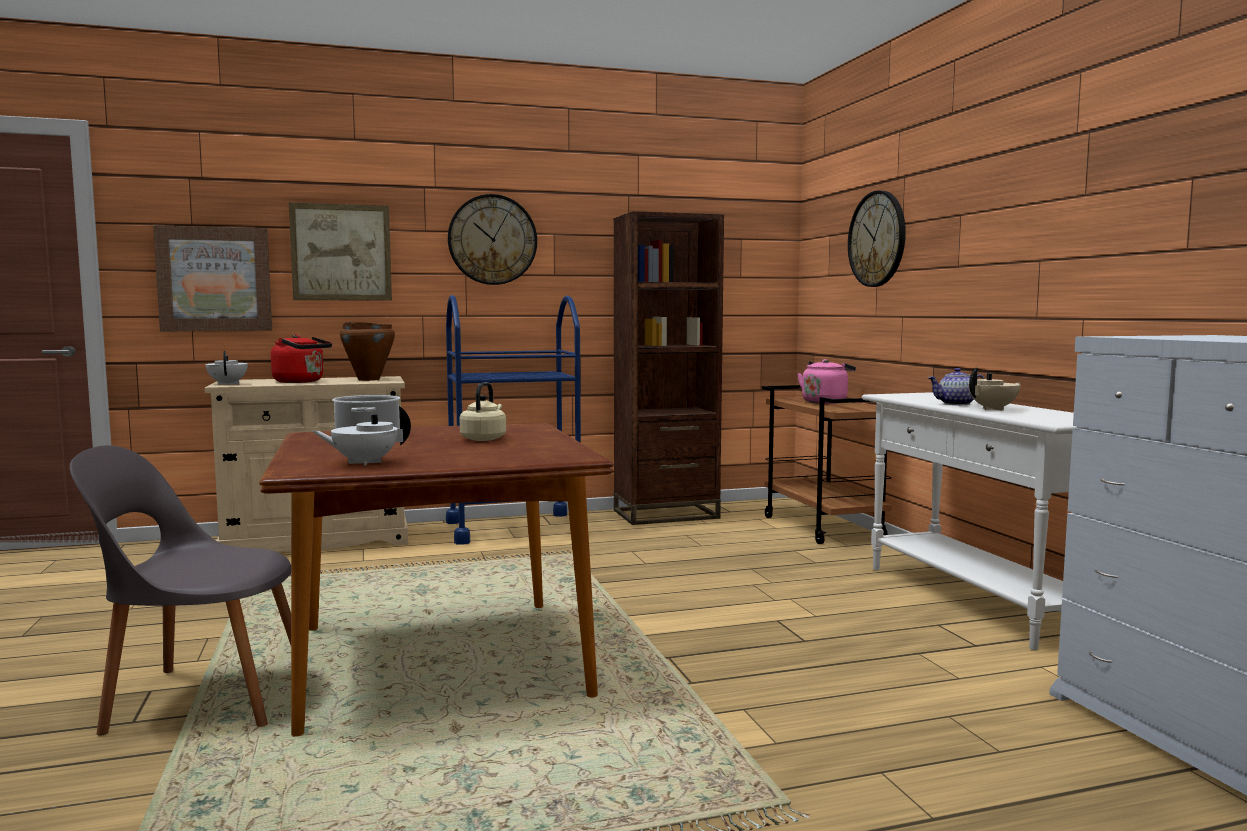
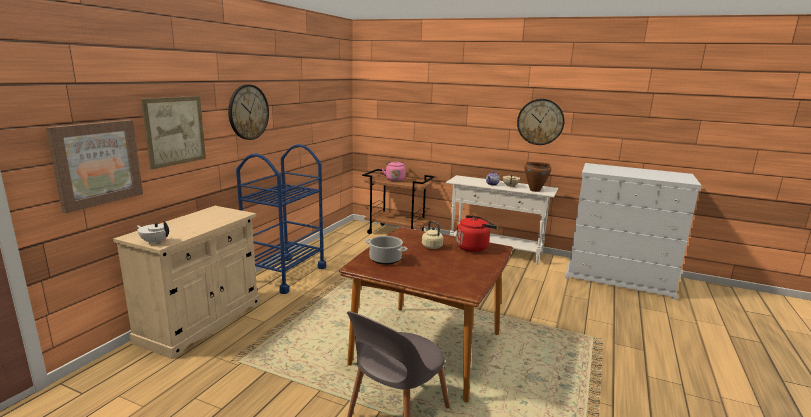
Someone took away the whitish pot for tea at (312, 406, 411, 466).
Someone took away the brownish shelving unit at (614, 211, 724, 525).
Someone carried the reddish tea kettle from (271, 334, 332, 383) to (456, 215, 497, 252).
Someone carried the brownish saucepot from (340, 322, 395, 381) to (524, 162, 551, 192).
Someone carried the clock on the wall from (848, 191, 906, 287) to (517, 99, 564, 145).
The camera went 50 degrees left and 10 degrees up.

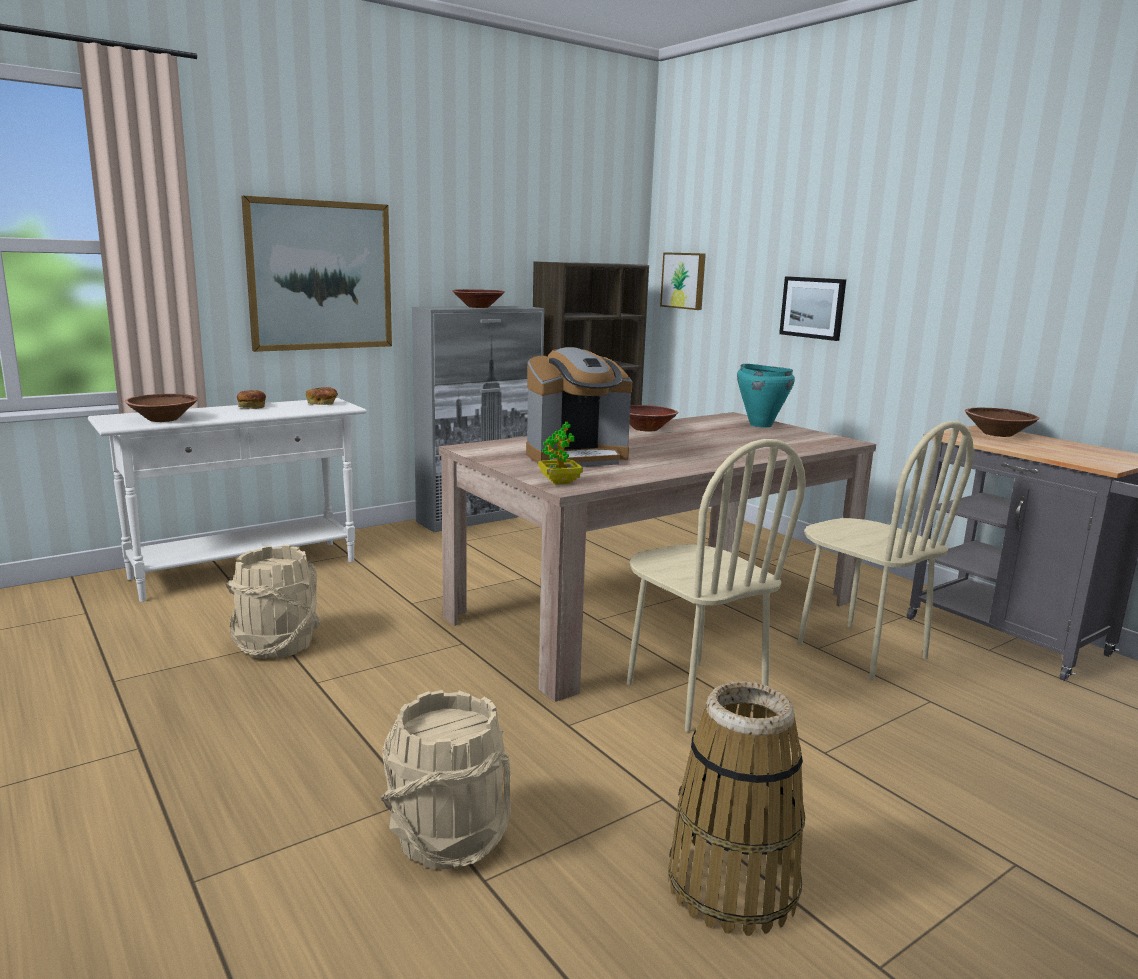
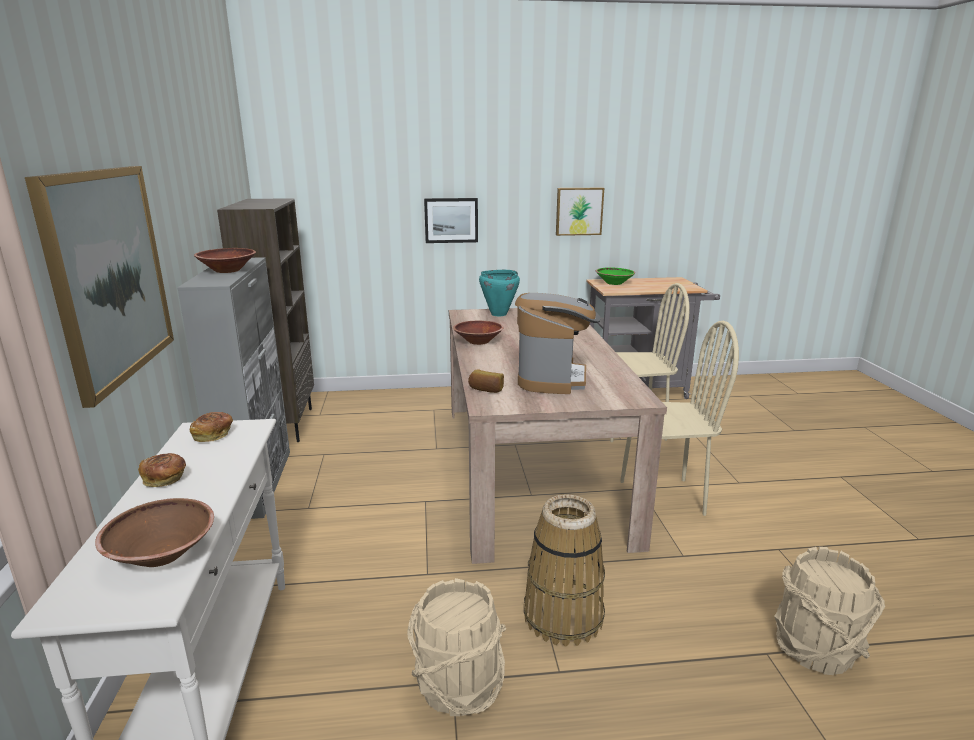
Someone took away the plant in a pot at (538, 422, 583, 485).
Someone put down the baked bread at (468, 369, 504, 393).
Someone carried the wall art from (660, 252, 706, 310) to (556, 188, 604, 236).
Someone carried the household basket from (668, 682, 805, 936) to (524, 494, 605, 646).
Someone repainted the brownish deep dish at (965, 408, 1040, 437), which became the green-coloured deep dish at (596, 267, 635, 285).
The camera went 60 degrees left and 5 degrees up.

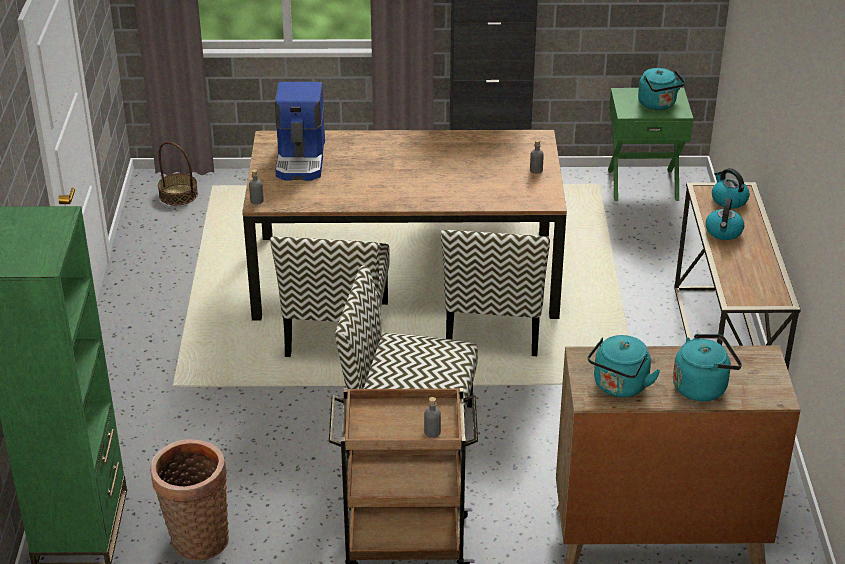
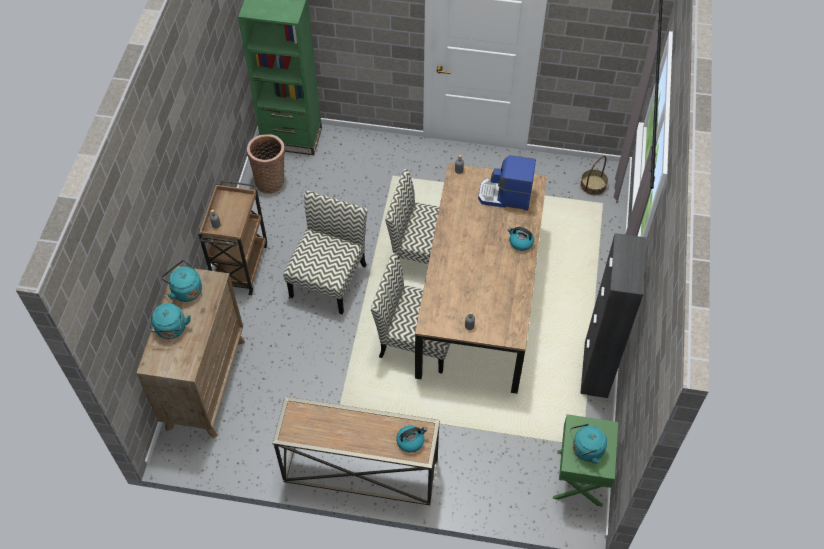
Someone carried the tea kettle from (706, 198, 744, 240) to (508, 227, 534, 251).
The camera went 100 degrees right and 20 degrees up.

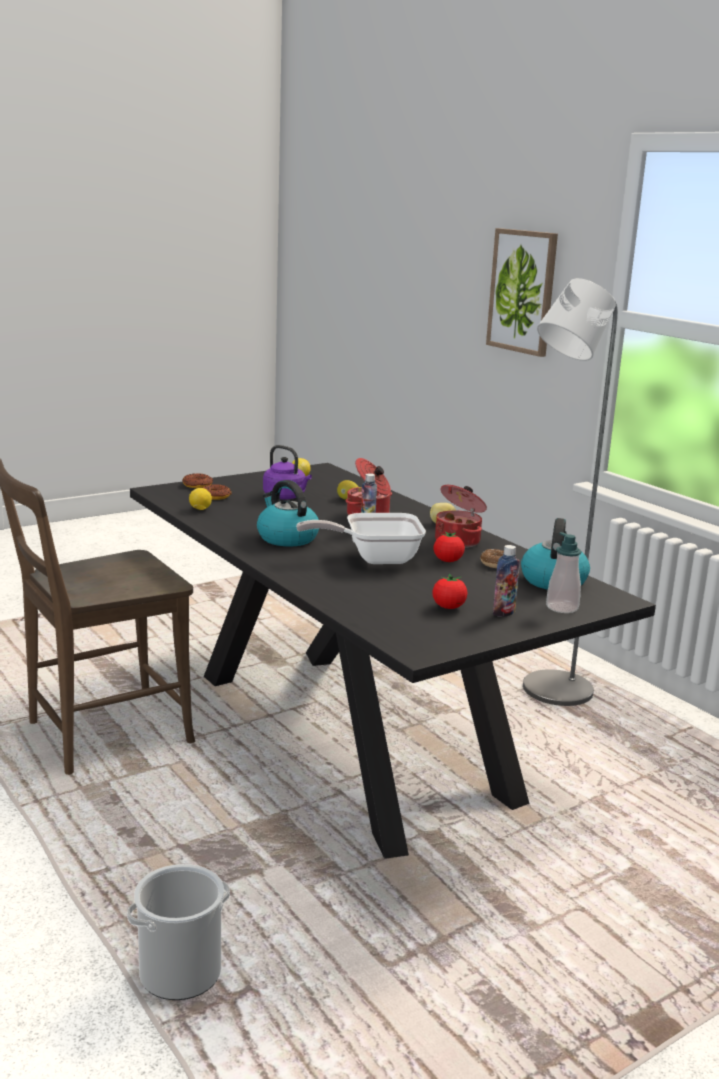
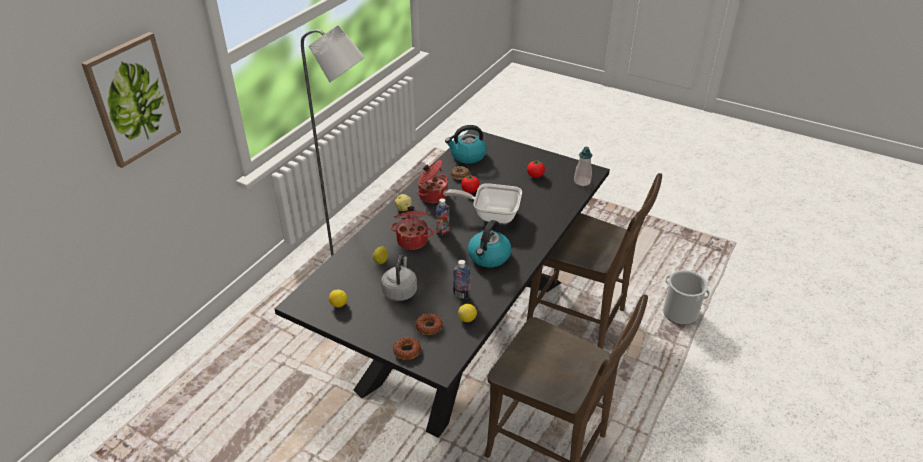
Someone put down the brownish plain chair at (527, 173, 662, 349).
Someone carried the bottle from (493, 545, 520, 617) to (453, 260, 471, 299).
Someone carried the soap dispenser from (546, 532, 581, 613) to (574, 147, 592, 186).
Someone repainted the purple tea kettle at (263, 445, 312, 500), which became the grey tea kettle at (381, 255, 417, 301).
Someone rotated the frying pan at (296, 513, 426, 564) by 135 degrees clockwise.
The camera went 115 degrees left and 20 degrees up.

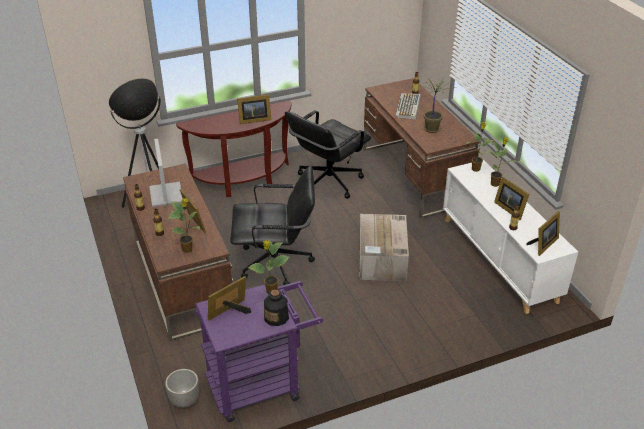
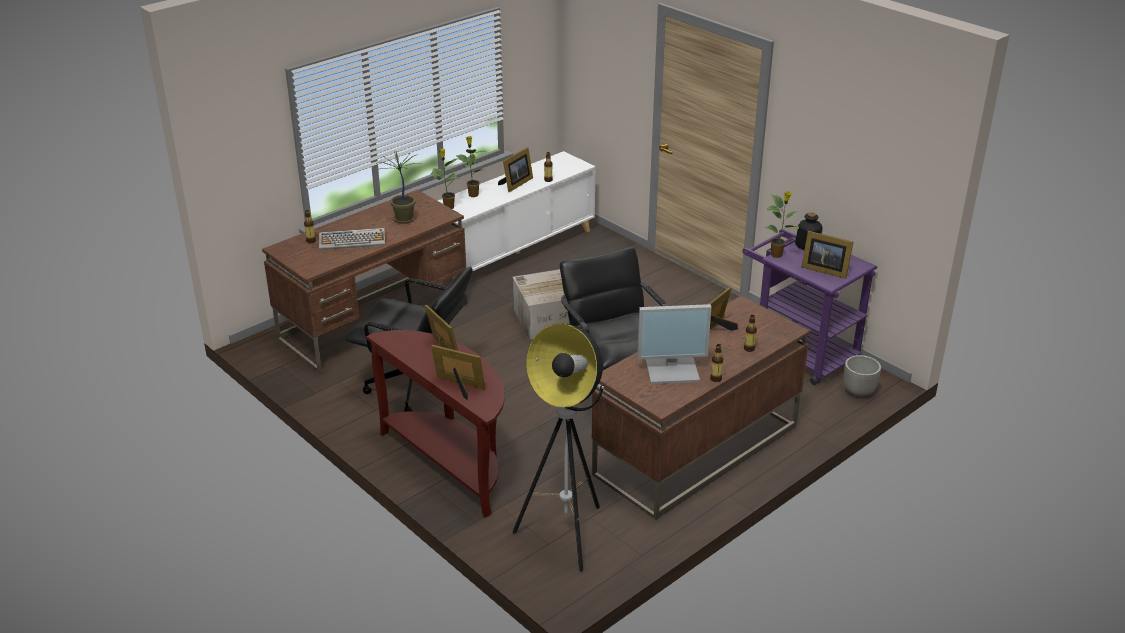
Someone took away the plant in a pot at (168, 198, 200, 253).
Someone carried the standing frame from (526, 211, 560, 256) to (431, 345, 485, 400).
Someone rotated the computer screen at (149, 139, 183, 207) by 150 degrees counterclockwise.
The camera went 110 degrees left and 5 degrees down.

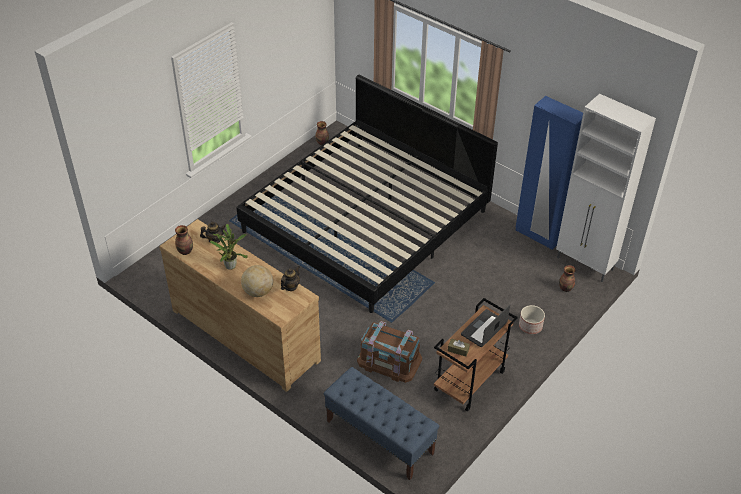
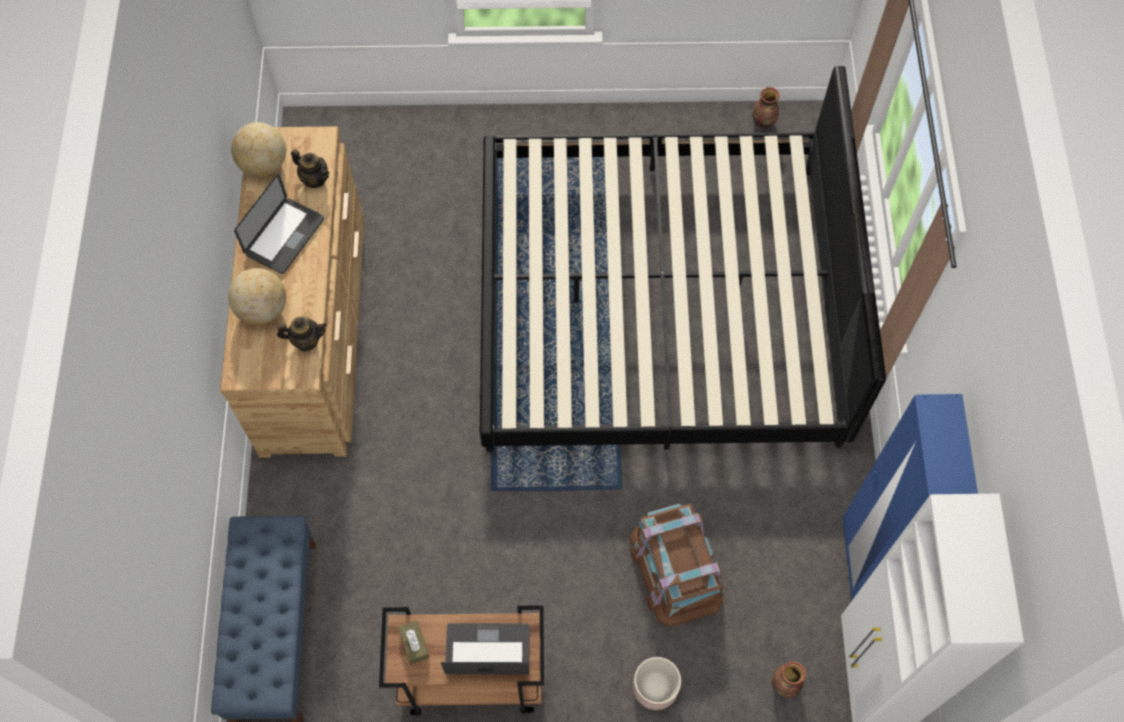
Someone carried the brownish storage container from (357, 321, 422, 383) to (630, 504, 724, 627).
Someone swapped the vase at (175, 225, 193, 255) for the world globe at (231, 122, 286, 177).
Someone swapped the plant in a pot at (210, 224, 248, 270) for the laptop at (234, 173, 324, 274).
The camera went 50 degrees right and 20 degrees up.

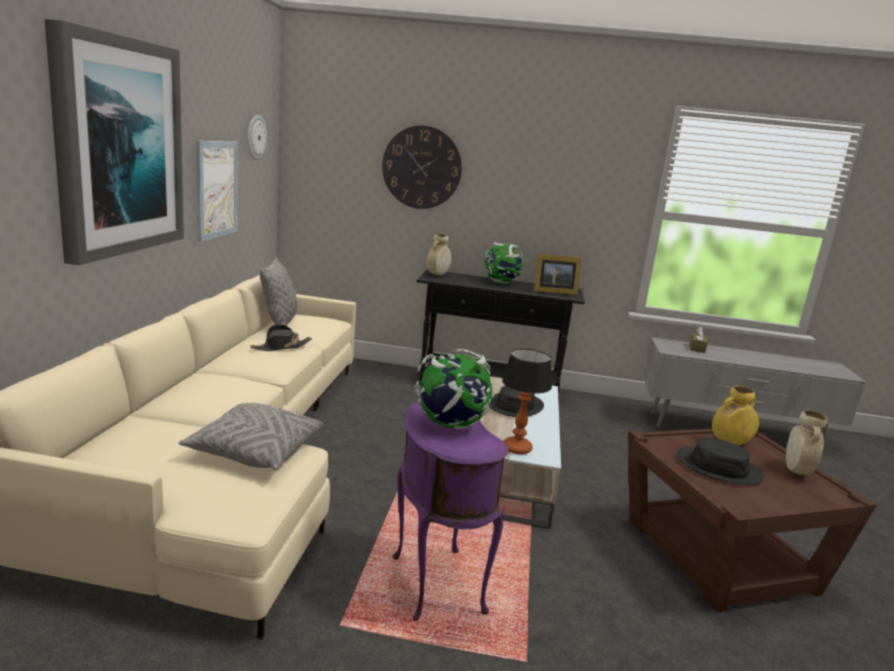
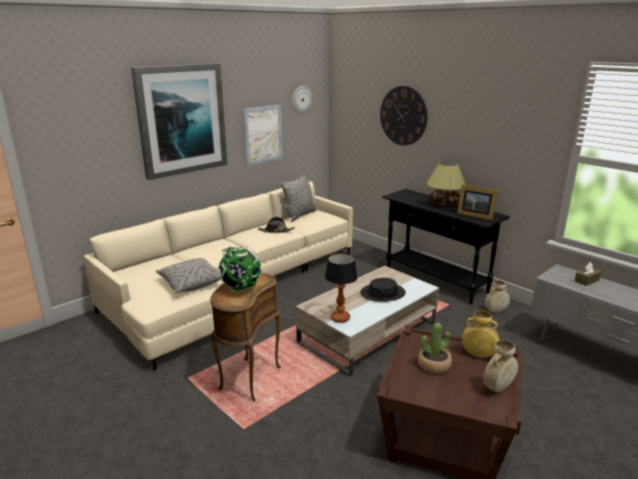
Someone carried the sand-coloured vase from (427, 234, 452, 275) to (485, 280, 510, 313).
Someone swapped the world globe at (484, 242, 523, 283) for the tabletop lamp at (427, 161, 466, 206).
Someone swapped the black-coloured hat at (677, 438, 764, 485) for the plant in a pot at (418, 323, 452, 374).
Someone repainted the purple accent table at (392, 400, 508, 621), which became the brownish accent table at (210, 273, 281, 401).
The camera went 40 degrees right and 5 degrees up.

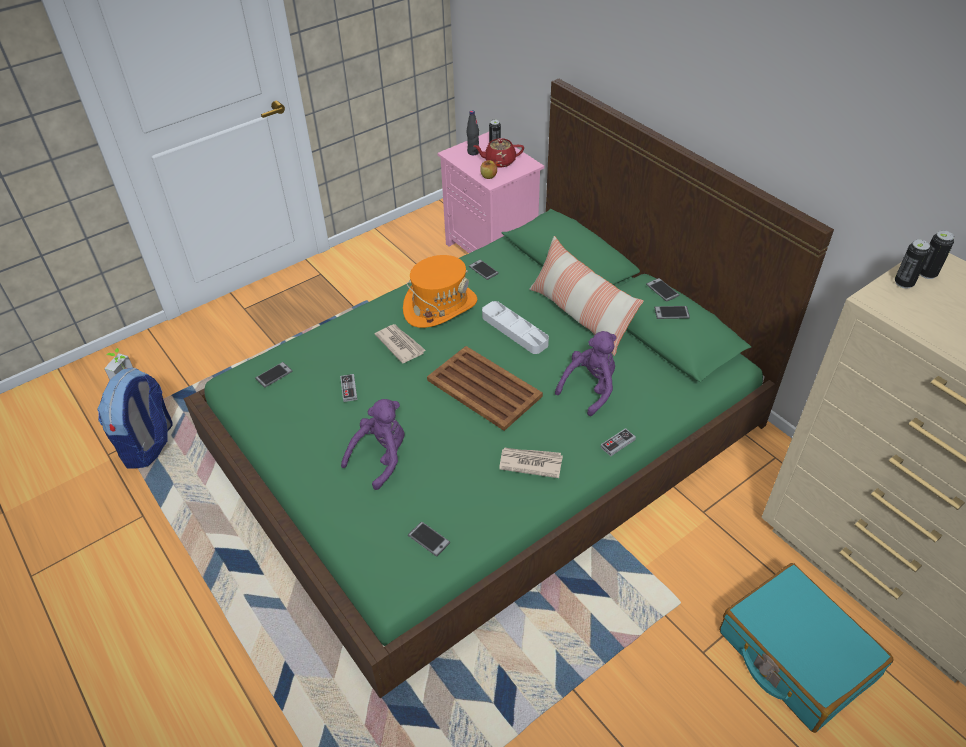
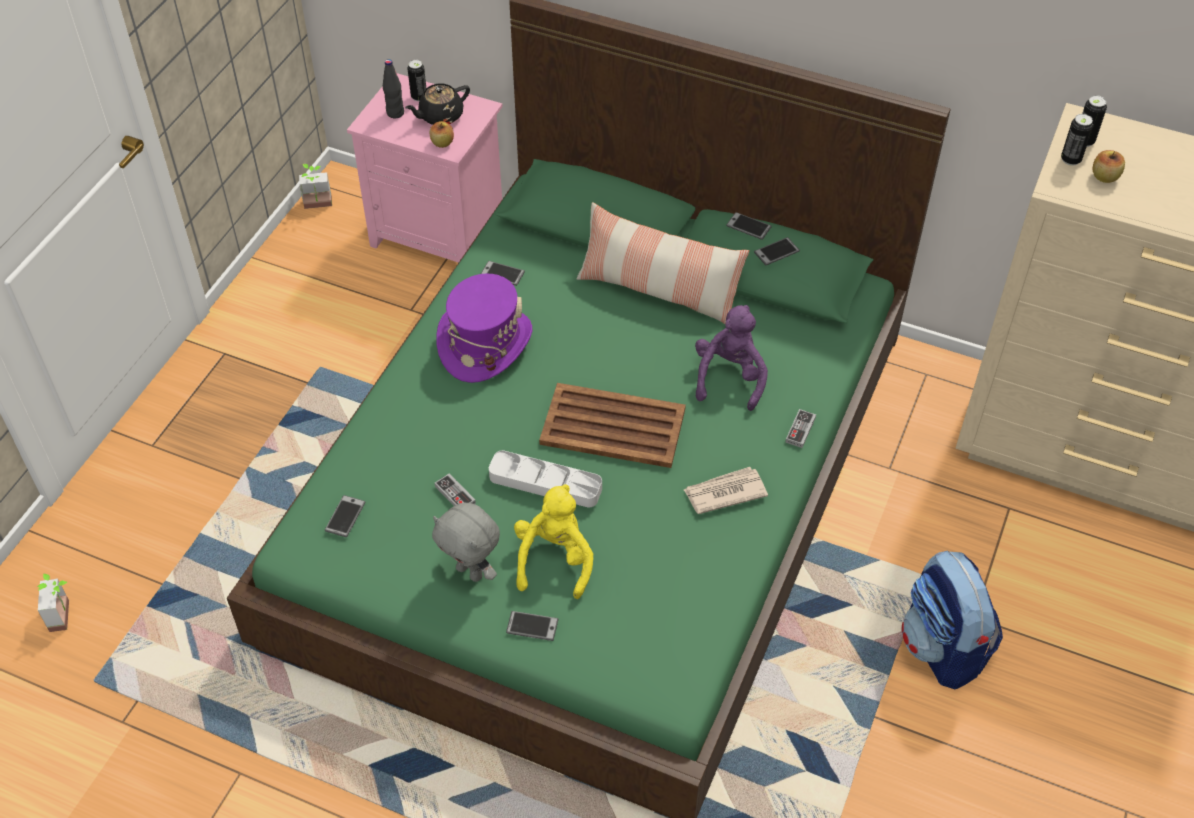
Someone took away the printed paper at (375, 324, 426, 364).
Someone took away the turquoise piece of luggage at (719, 563, 894, 733).
Someone put down the plant in a pot at (299, 164, 332, 209).
Someone put down the grey plush toy at (432, 503, 500, 582).
Someone put down the whole apple at (1093, 150, 1125, 183).
Someone carried the backpack from (97, 367, 173, 469) to (902, 550, 1003, 689).
Someone carried the telephone from (408, 522, 450, 557) to (506, 611, 558, 641).
Someone carried the grey carrying tray from (482, 301, 549, 354) to (489, 450, 602, 508).
Someone repainted the purple plush toy at (341, 399, 405, 490), which became the yellow plush toy at (514, 484, 593, 599).
Someone repainted the orange hat at (403, 255, 477, 328), which became the purple hat at (436, 274, 532, 383).
Someone repainted the reddish pot for tea at (474, 138, 524, 168), which became the black-coloured pot for tea at (405, 84, 470, 125).
The camera went 30 degrees left and 5 degrees up.

